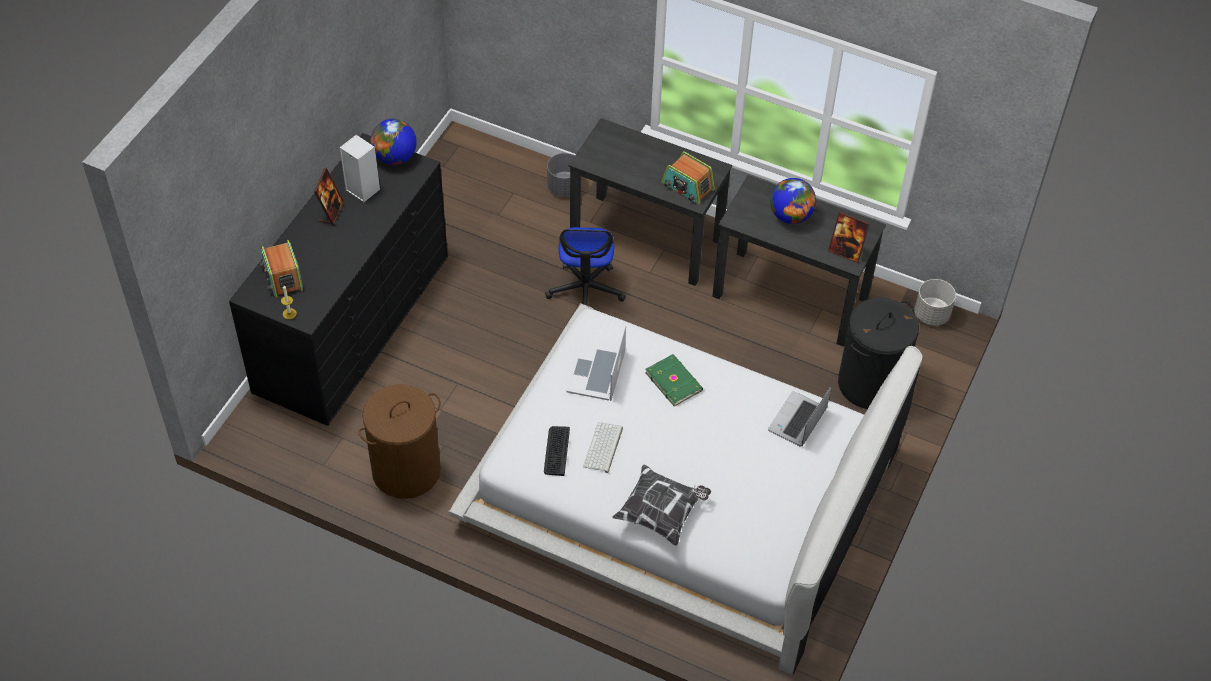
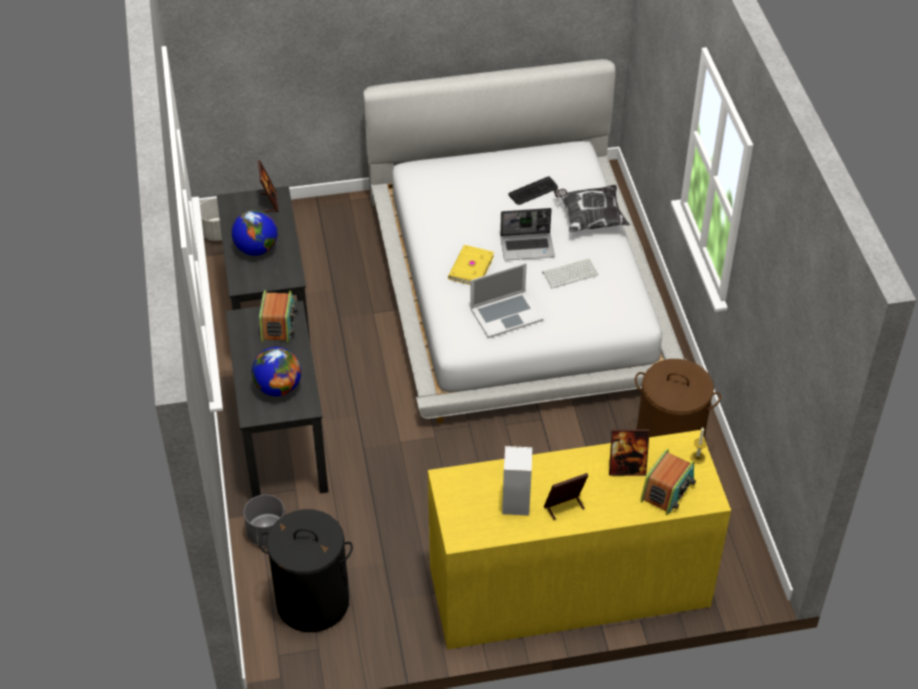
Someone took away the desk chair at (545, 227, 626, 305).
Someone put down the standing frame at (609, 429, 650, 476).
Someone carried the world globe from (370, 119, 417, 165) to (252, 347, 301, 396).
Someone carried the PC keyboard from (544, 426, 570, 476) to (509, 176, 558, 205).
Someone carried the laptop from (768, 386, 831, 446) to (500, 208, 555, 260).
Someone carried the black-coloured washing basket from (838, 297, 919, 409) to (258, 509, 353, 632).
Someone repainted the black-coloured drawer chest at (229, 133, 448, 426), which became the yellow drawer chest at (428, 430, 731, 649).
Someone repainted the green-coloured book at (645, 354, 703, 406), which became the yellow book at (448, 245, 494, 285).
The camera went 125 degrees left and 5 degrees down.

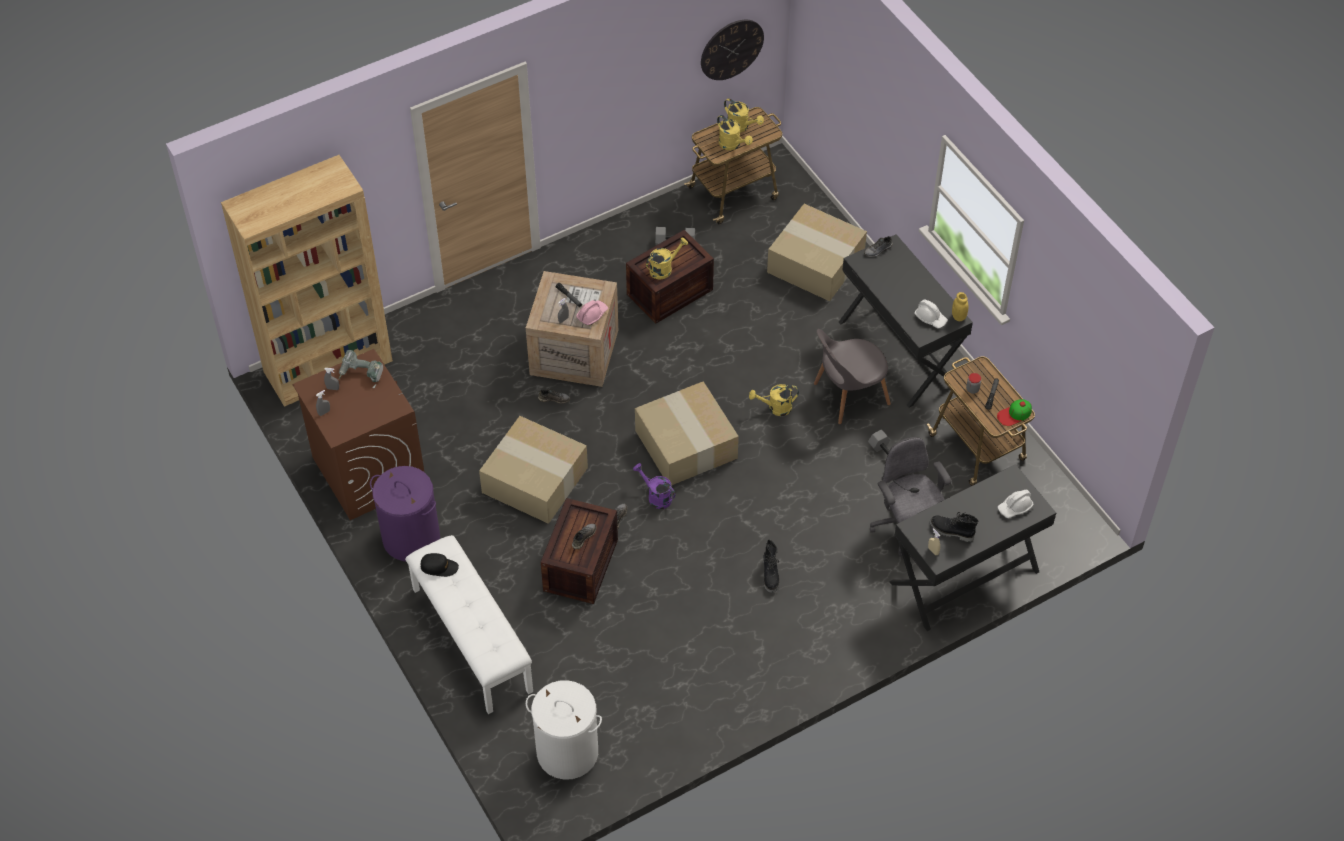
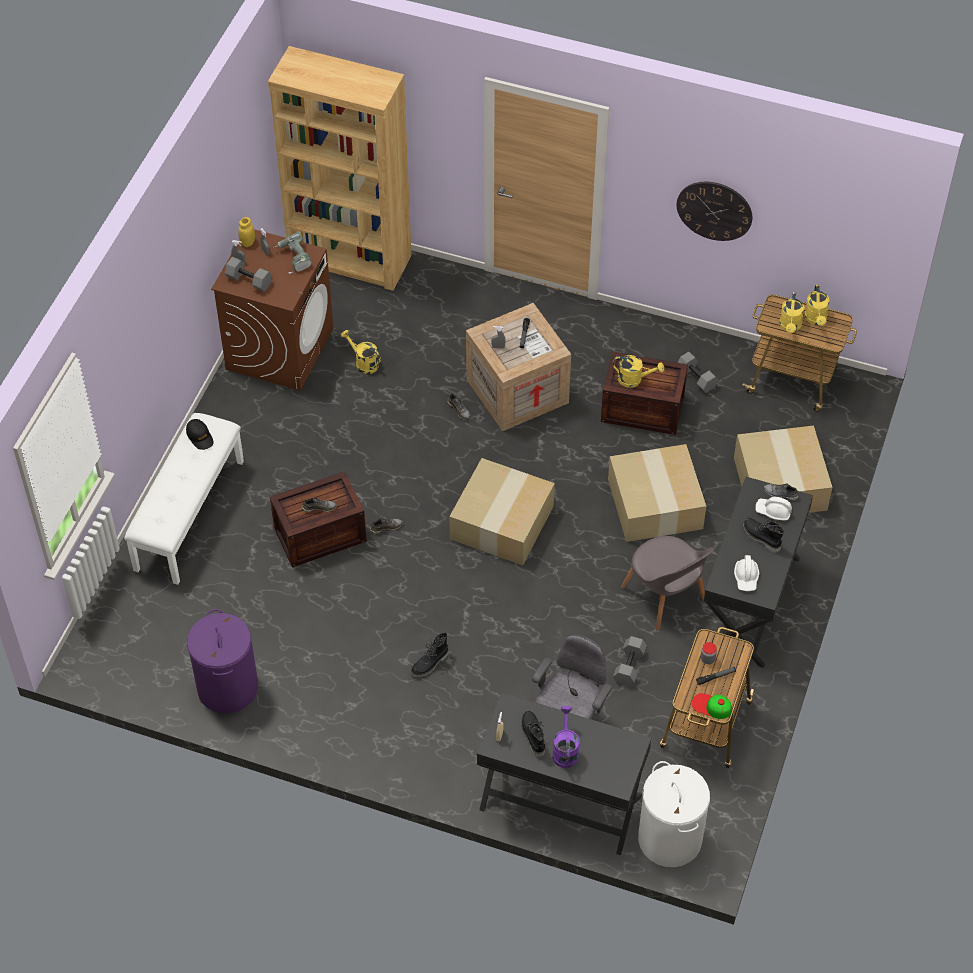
Someone took away the pink-coloured work helmet at (576, 300, 608, 325).
Someone put down the grey free weight at (225, 257, 272, 292).
Someone put down the black-coloured high-top boot at (743, 518, 784, 553).
Someone carried the purple washing basket from (370, 466, 440, 561) to (187, 609, 258, 713).
Someone carried the cardboard box from (479, 416, 588, 524) to (608, 444, 706, 542).
Someone carried the whitish washing basket from (526, 680, 602, 780) to (638, 761, 710, 867).
Someone carried the purple watering pot from (633, 463, 675, 509) to (552, 706, 580, 768).
Someone carried the clock on the wall from (701, 20, 764, 80) to (676, 182, 752, 241).
Someone carried the yellow watering pot from (749, 384, 799, 416) to (341, 330, 381, 374).
Someone carried the yellow preserve jar from (952, 292, 969, 321) to (238, 217, 255, 247).
Someone carried the whitish work helmet from (998, 490, 1034, 518) to (755, 497, 792, 521).
Someone rotated the grey plain chair at (814, 329, 891, 424) by 150 degrees counterclockwise.
The camera went 50 degrees right and 0 degrees up.

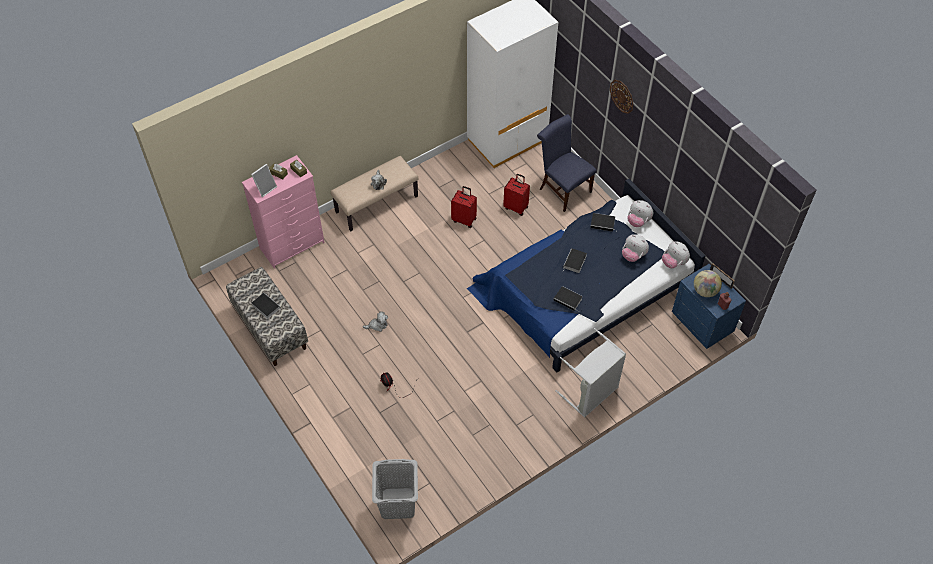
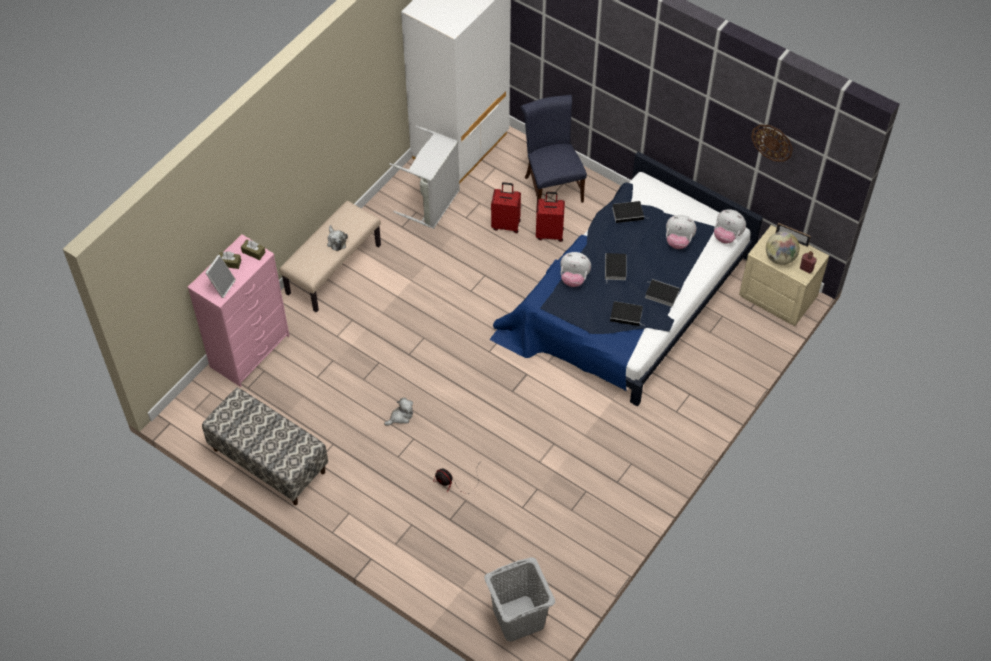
Someone carried the book from (252, 293, 280, 319) to (645, 279, 680, 307).
Someone carried the reddish piece of luggage from (451, 186, 477, 228) to (536, 192, 565, 242).
Someone carried the grey washing basket from (555, 328, 626, 418) to (389, 126, 460, 229).
Someone carried the clock on the wall from (610, 80, 633, 114) to (751, 124, 793, 162).
Someone carried the plush toy from (627, 200, 653, 227) to (560, 252, 591, 287).
Someone repainted the blue-coloured nightstand at (672, 264, 746, 349), which became the sand-coloured nightstand at (739, 225, 829, 326).
Someone rotated the blue-coloured plain chair at (537, 114, 597, 212) by 45 degrees clockwise.
The camera went 20 degrees left and 0 degrees up.

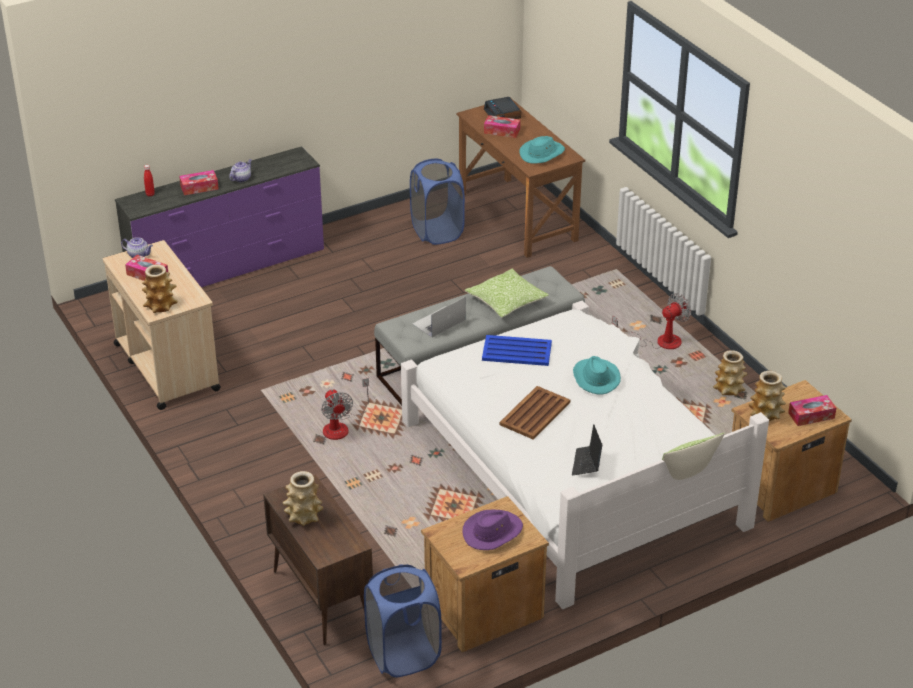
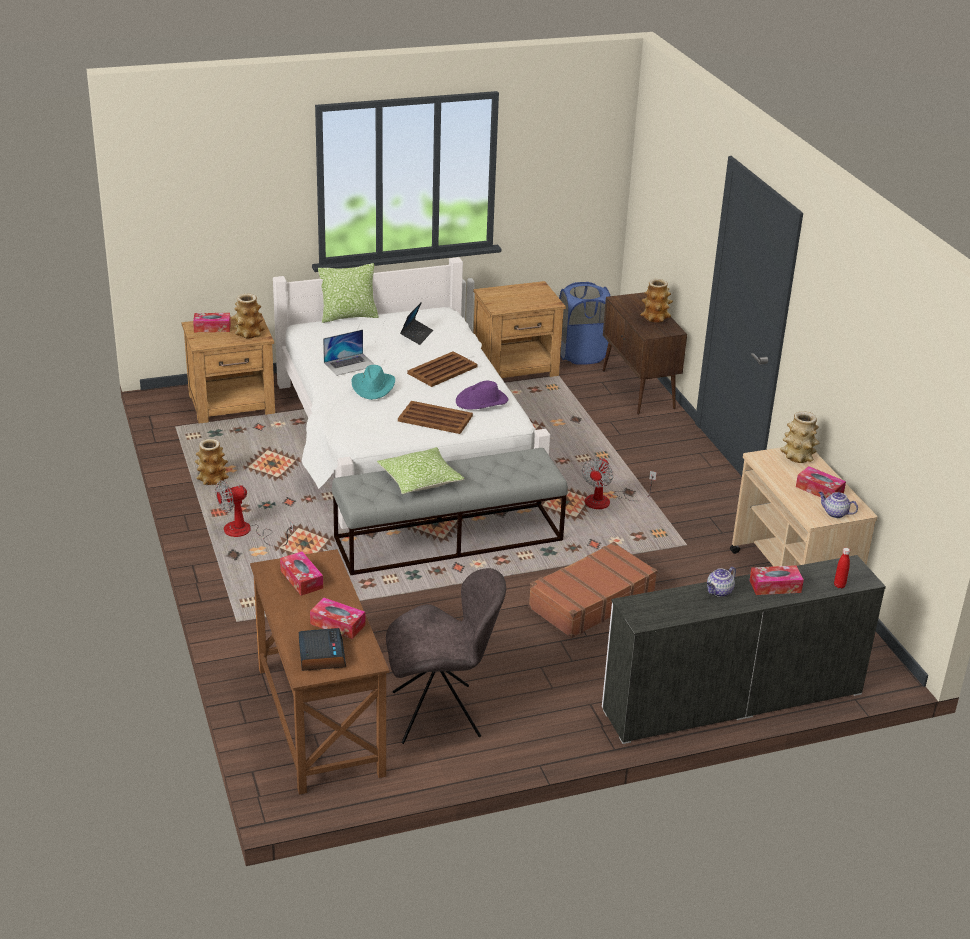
Someone put down the brownish piece of luggage at (529, 542, 658, 638).
Someone carried the laptop from (413, 297, 466, 338) to (323, 329, 375, 376).
Someone carried the purple hat from (463, 510, 523, 550) to (456, 381, 508, 410).
Someone swapped the blue-coloured washing basket at (410, 159, 465, 245) for the grey plain chair at (386, 568, 506, 744).
Someone swapped the turquoise hat at (519, 136, 565, 164) for the tissue box at (280, 551, 323, 596).
Someone repainted the purple drawer chest at (115, 146, 324, 287), which became the whitish drawer chest at (602, 555, 886, 744).
Someone repainted the blue-coloured carrying tray at (482, 335, 552, 366), which became the brownish carrying tray at (398, 401, 473, 434).
Someone rotated the fan at (321, 378, 369, 440) by 150 degrees counterclockwise.
The camera went 170 degrees left and 5 degrees down.

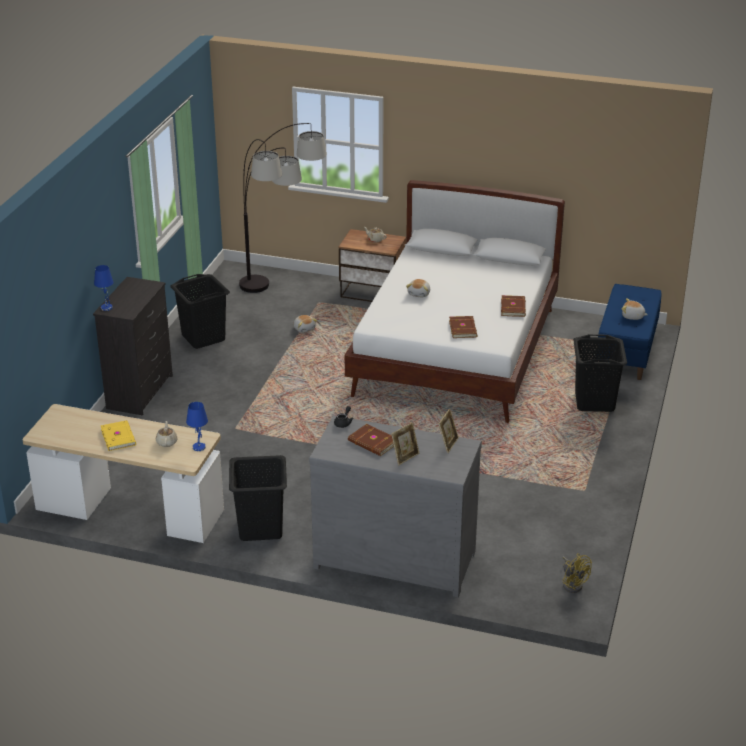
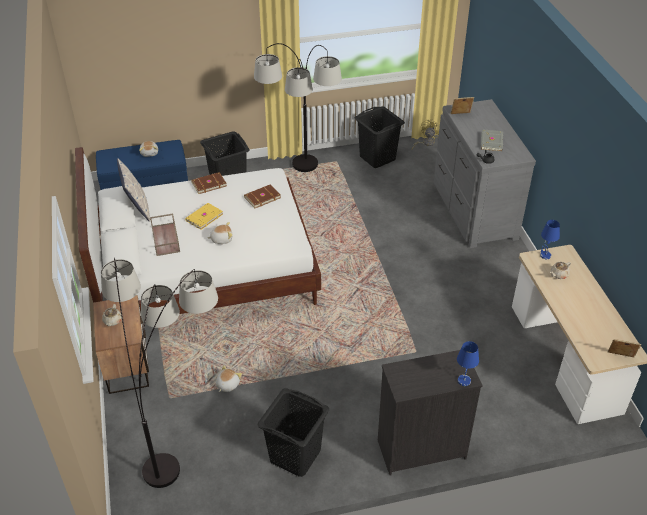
Someone put down the throw pillow at (117, 158, 150, 222).
Someone put down the brownish carrying tray at (150, 213, 180, 256).
Someone put down the floor lamp at (254, 43, 342, 172).
Someone carried the yellow book from (101, 420, 136, 451) to (185, 203, 223, 230).
Someone carried the black-coloured washing basket from (229, 455, 287, 541) to (355, 107, 405, 168).
Someone carried the standing frame from (391, 422, 420, 465) to (608, 339, 641, 357).
Someone repainted the brownish book at (348, 424, 394, 456), which became the grey book at (481, 129, 503, 152).
The camera went 120 degrees left and 10 degrees up.

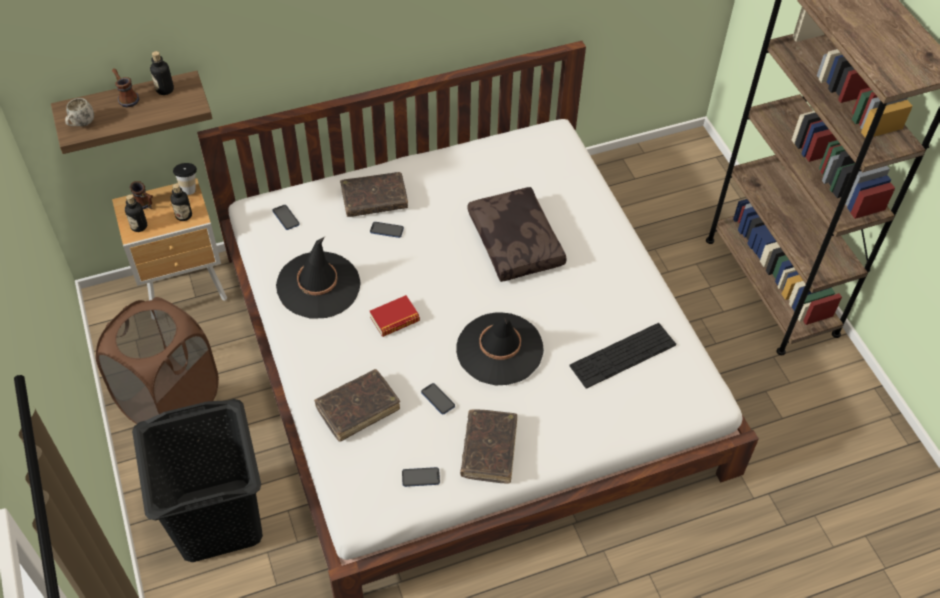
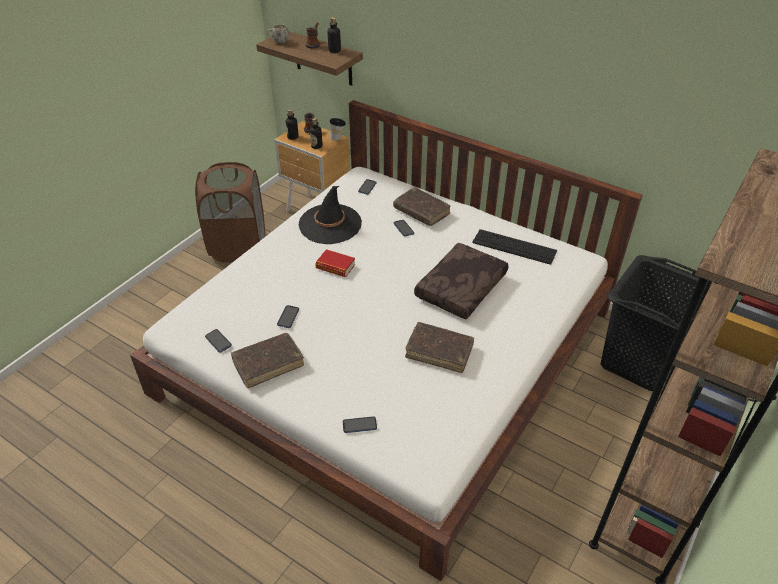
Someone took away the black-coloured hat at (456, 312, 544, 386).
Someone put down the telephone at (343, 416, 377, 433).
Someone carried the black-coloured washing basket from (132, 399, 263, 562) to (601, 255, 708, 391).
Someone carried the brownish book from (314, 369, 400, 442) to (405, 322, 474, 373).
Someone carried the PC keyboard from (569, 323, 676, 389) to (472, 229, 557, 265).
The camera went 55 degrees right and 10 degrees down.

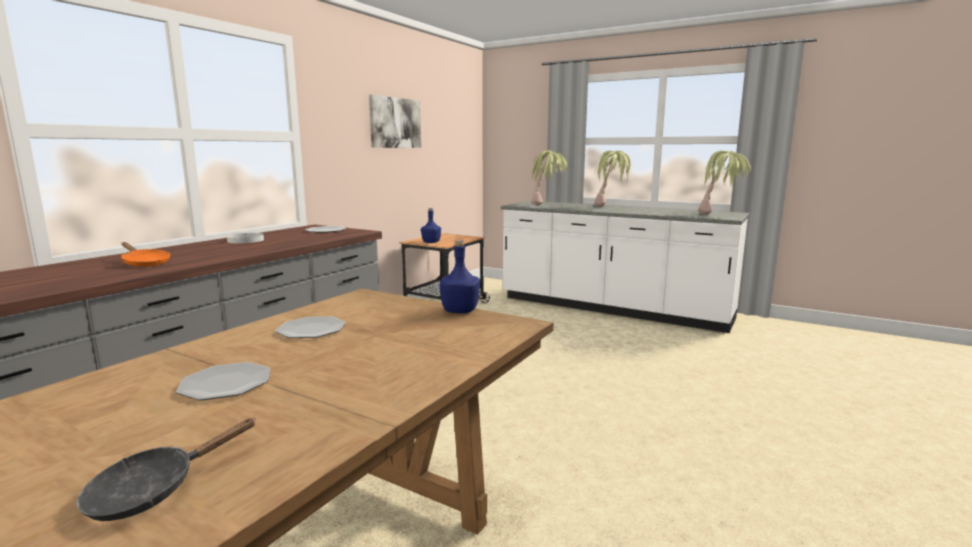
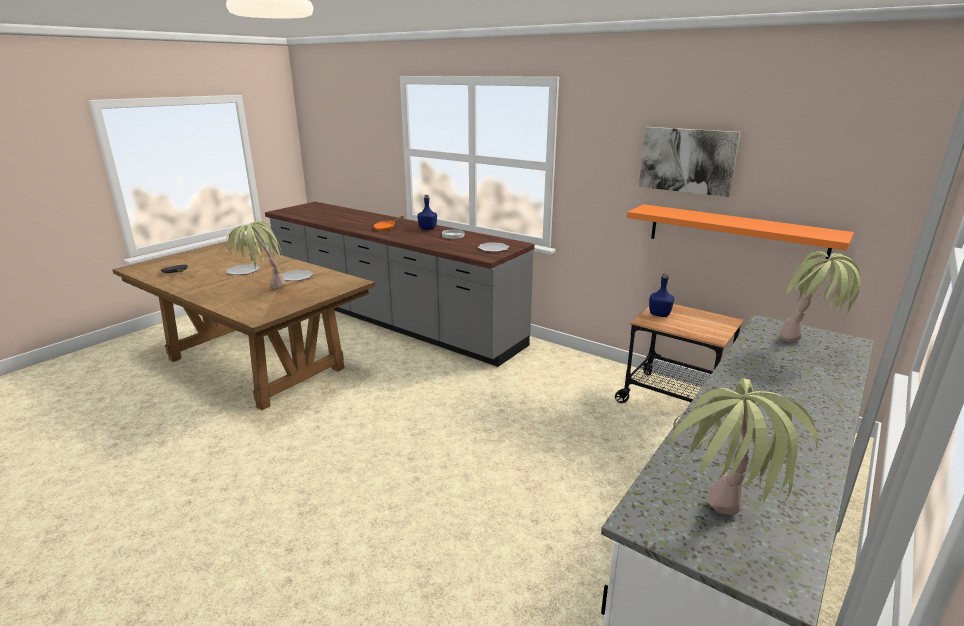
Someone put up the orange shelf at (627, 204, 854, 263).
Someone carried the blue-coloured bottle from (440, 240, 480, 313) to (417, 195, 437, 230).
Someone carried the plant in a pot from (595, 151, 632, 207) to (225, 221, 285, 288).
The camera went 95 degrees right and 10 degrees up.

